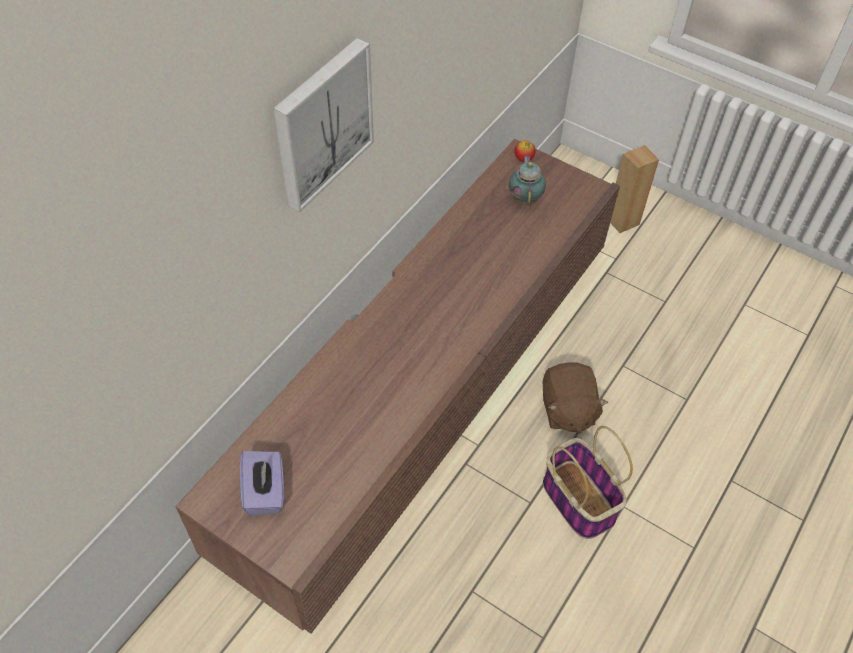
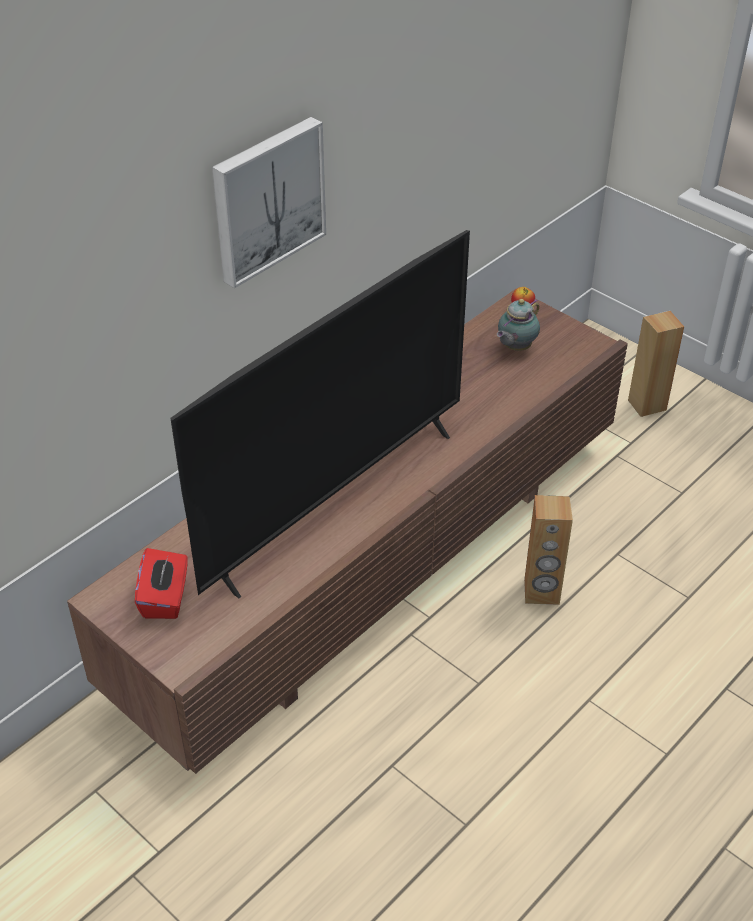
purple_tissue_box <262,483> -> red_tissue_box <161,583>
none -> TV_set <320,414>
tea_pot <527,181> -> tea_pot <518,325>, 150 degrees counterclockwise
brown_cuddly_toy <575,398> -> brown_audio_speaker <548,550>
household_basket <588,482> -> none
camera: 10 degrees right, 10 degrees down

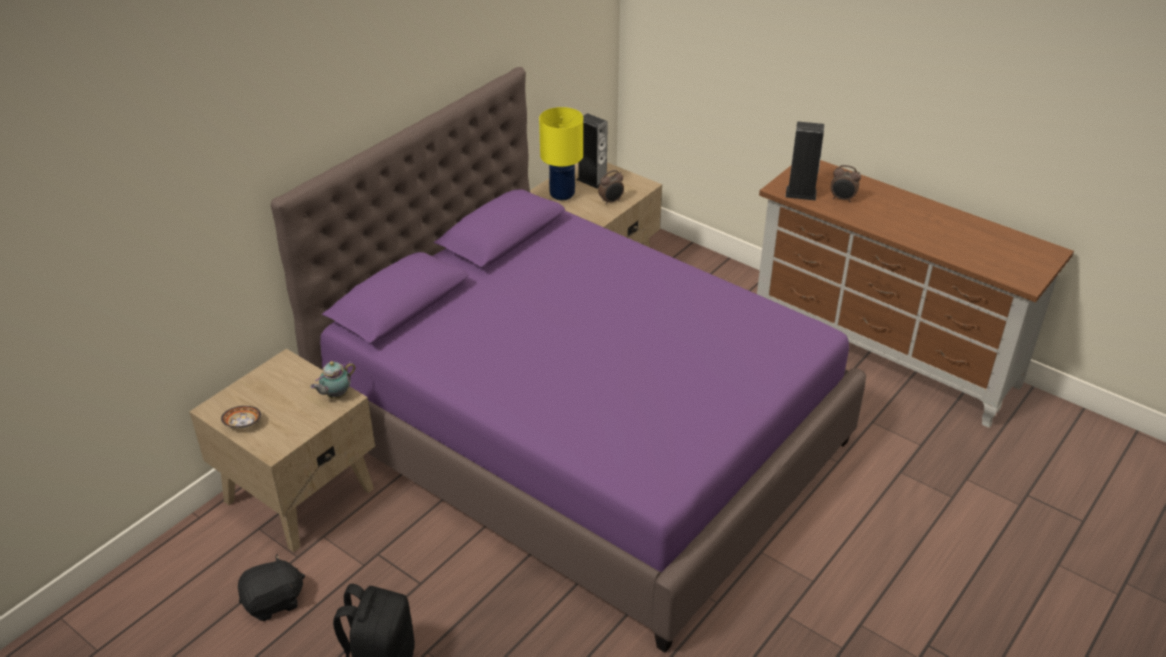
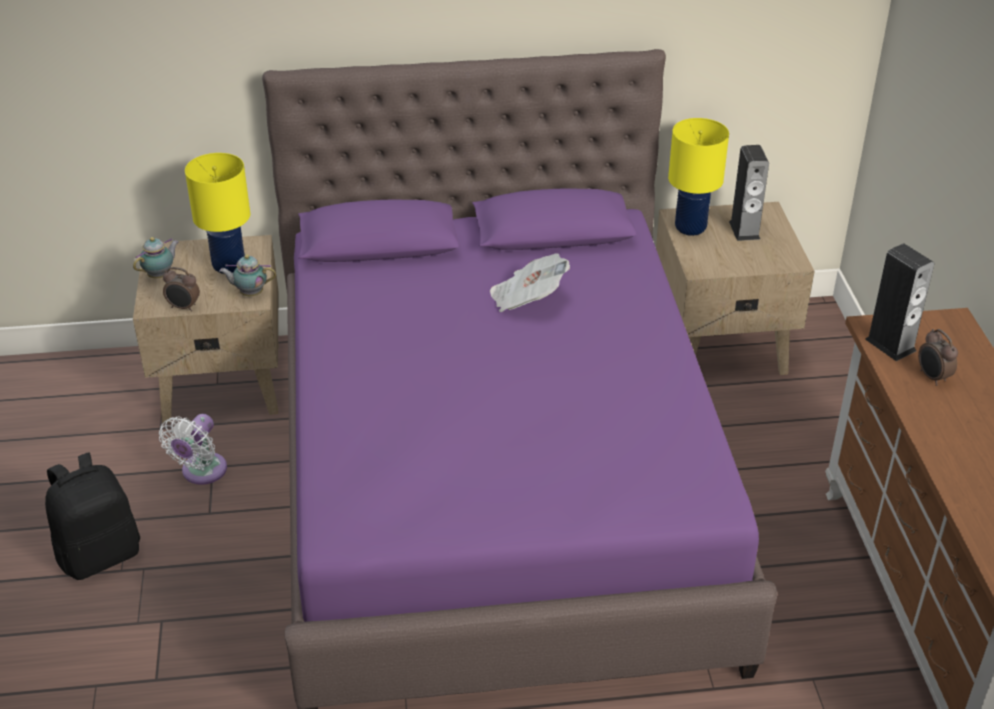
bowl <241,417> -> tea_pot <156,257>
none -> white-coloured_cooling_fan <193,449>
bedside_clock <611,187> -> bedside_clock <181,289>, move
none -> yellow_table_lamp <217,213>
none -> printed_paper <530,282>
blackish_cuddly_toy <271,587> -> none
camera: 45 degrees right, 0 degrees up

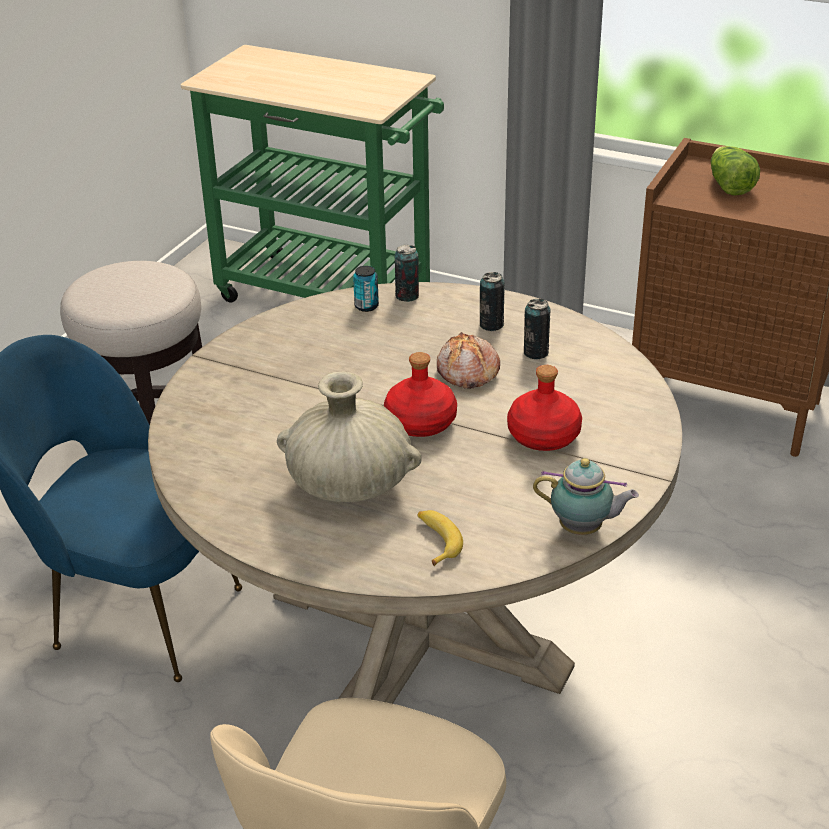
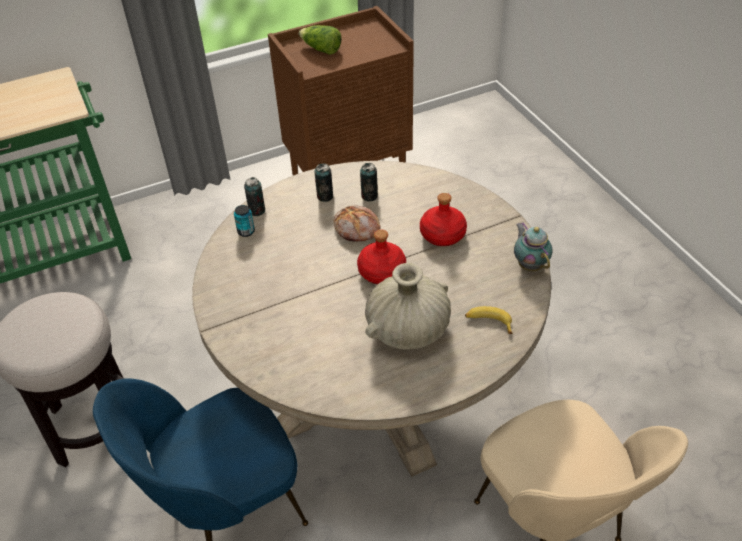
tea_pot <586,496> -> tea_pot <533,246>, 75 degrees counterclockwise
camera: 50 degrees left, 10 degrees up

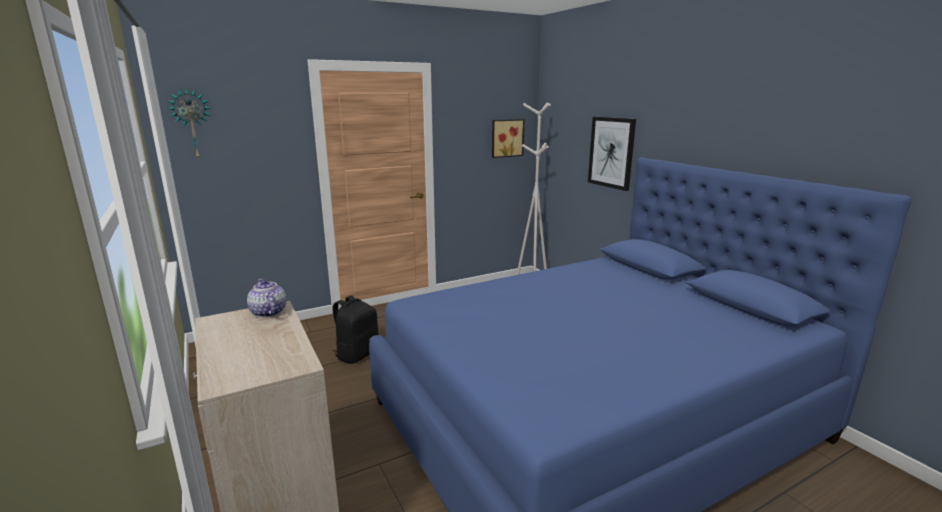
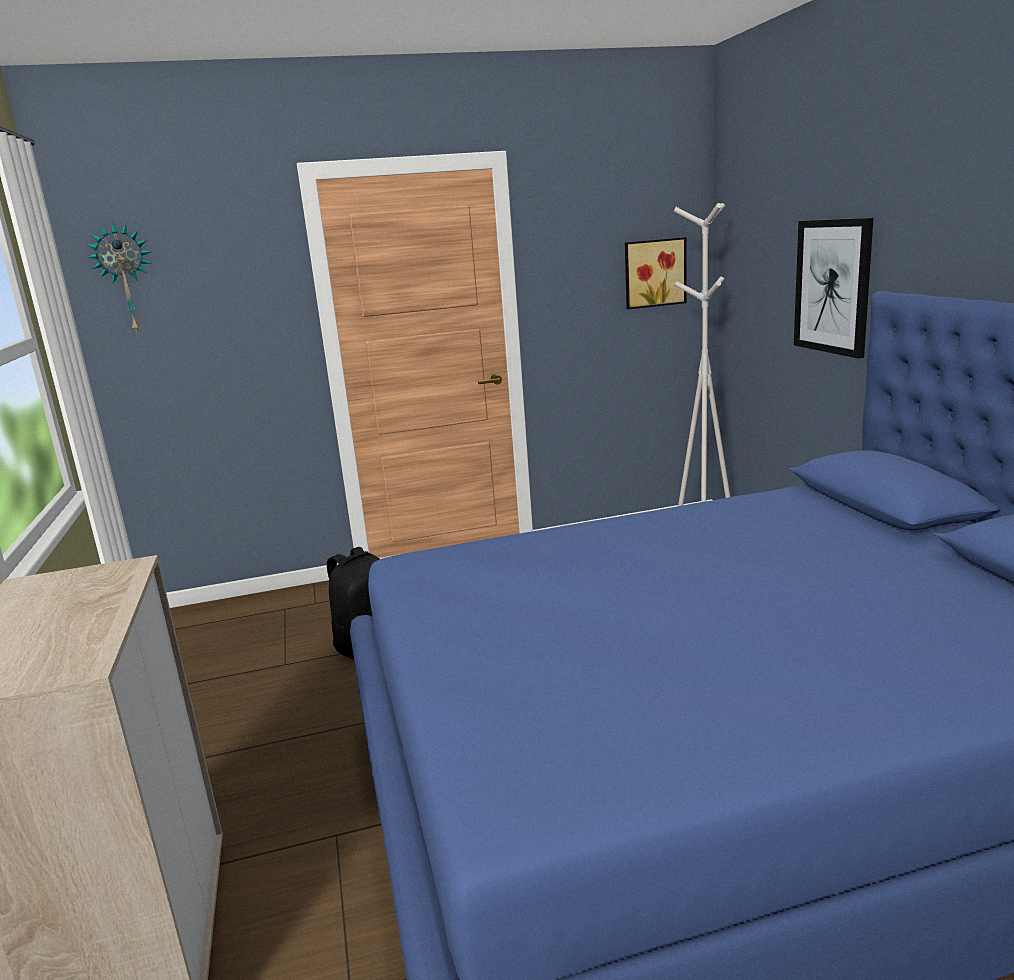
tea_pot <266,298> -> none
camera: 15 degrees right, 0 degrees up

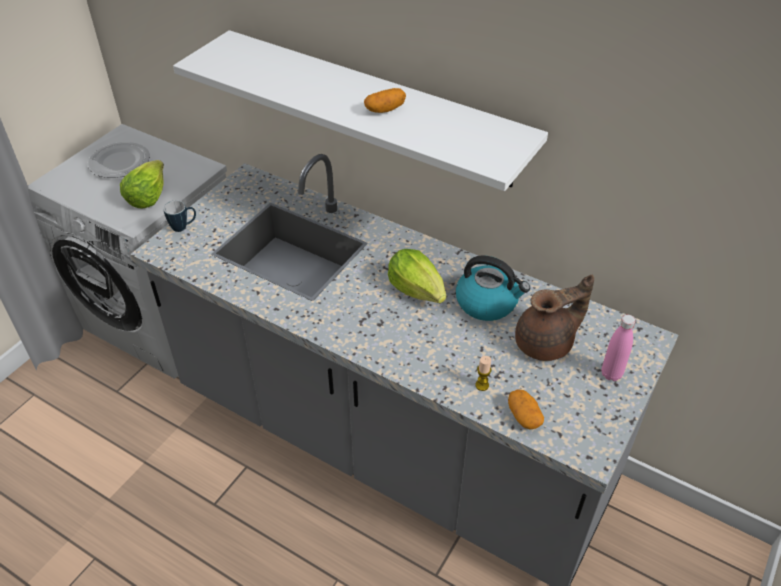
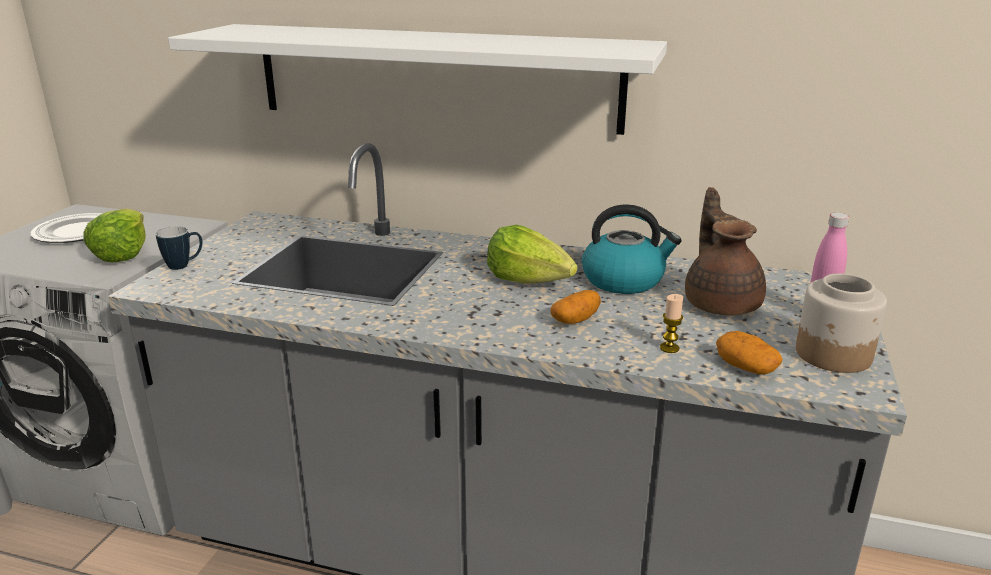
whole_potato <385,100> -> whole_potato <576,307>, move
brown_tea_pot <554,318> -> brown_tea_pot <725,251>, 60 degrees counterclockwise
none -> preserve_jar <841,323>
camera: 15 degrees left, 20 degrees down

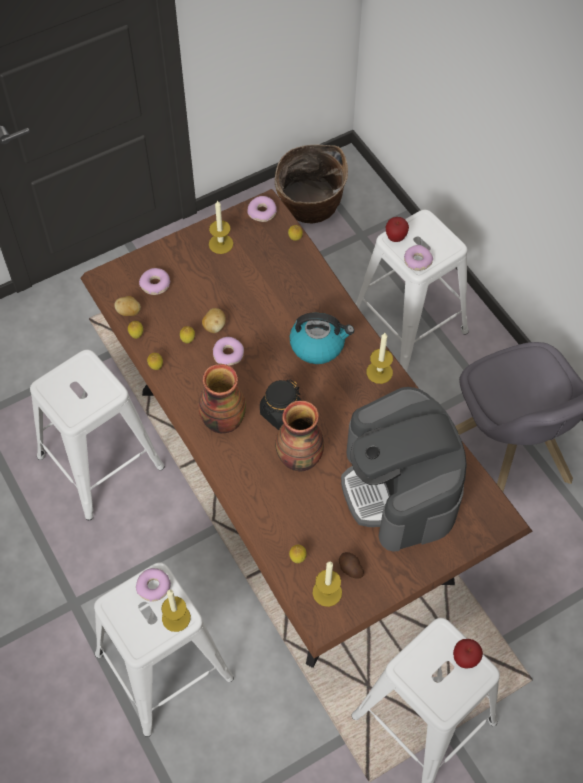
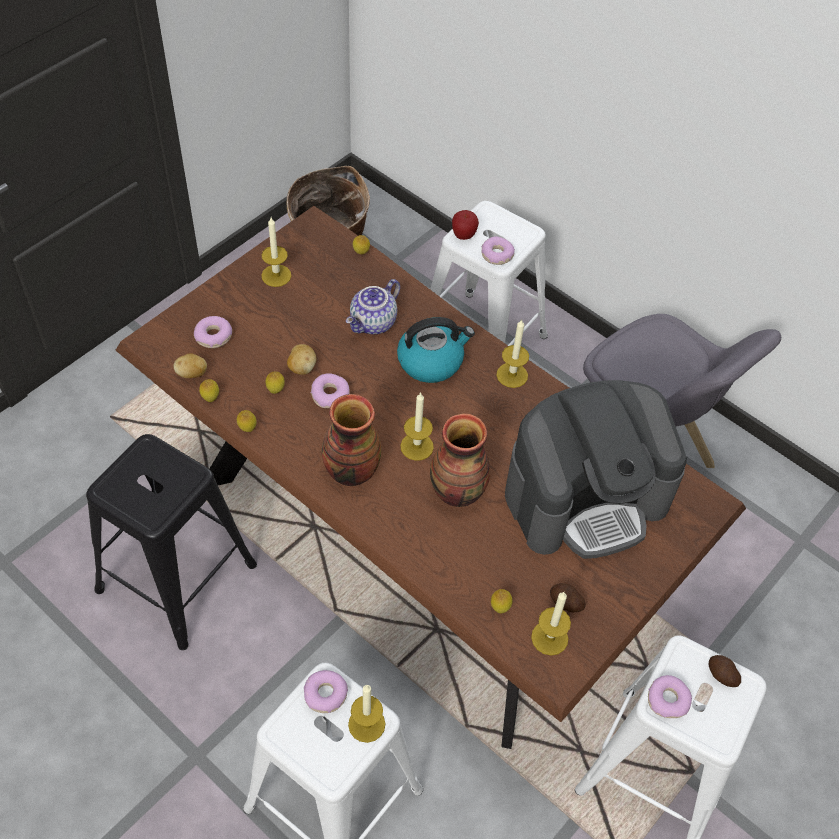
white-coloured_stool_seat <97,435> -> blackish_stool_seat <171,542>
none -> tea_pot <373,306>
blackish_preserve_jar <280,404> -> wax_candle <417,426>
coffee_maker <404,469> -> coffee_maker <596,469>, 75 degrees counterclockwise
doughnut <262,209> -> doughnut <670,696>, move
whole_apple <468,654> -> whole_potato <725,671>
camera: 20 degrees left, 5 degrees down

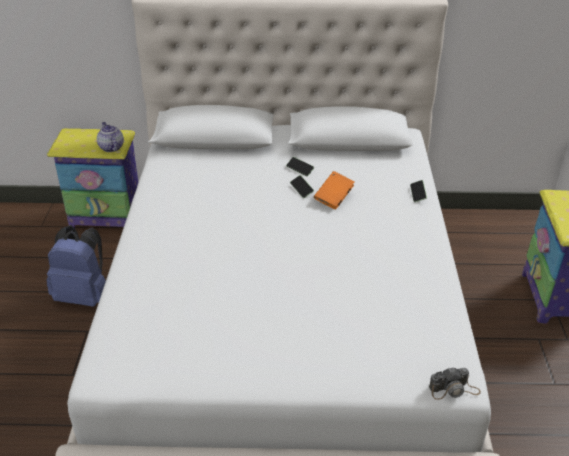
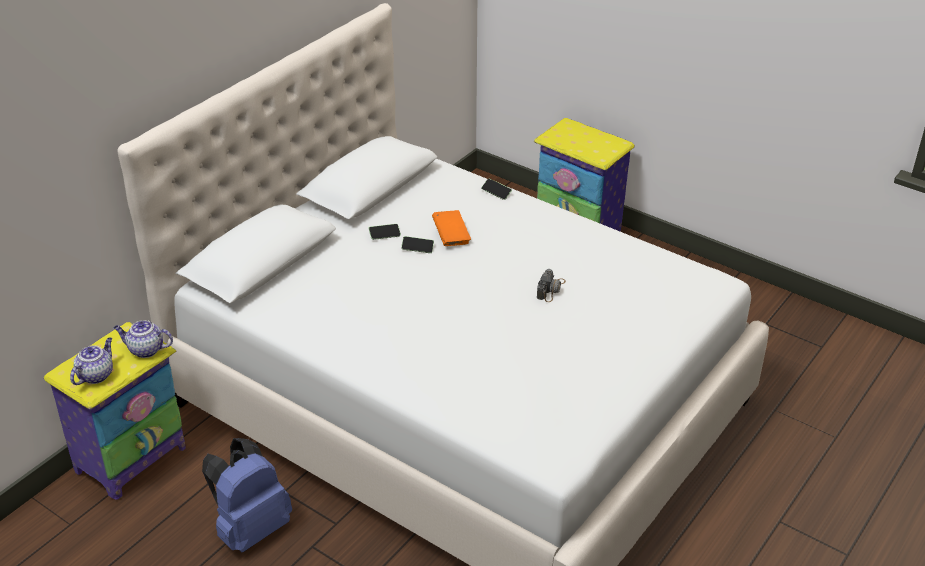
none -> tea_pot <91,361>
still_camera <455,384> -> still_camera <551,285>, move
camera: 55 degrees left, 0 degrees up

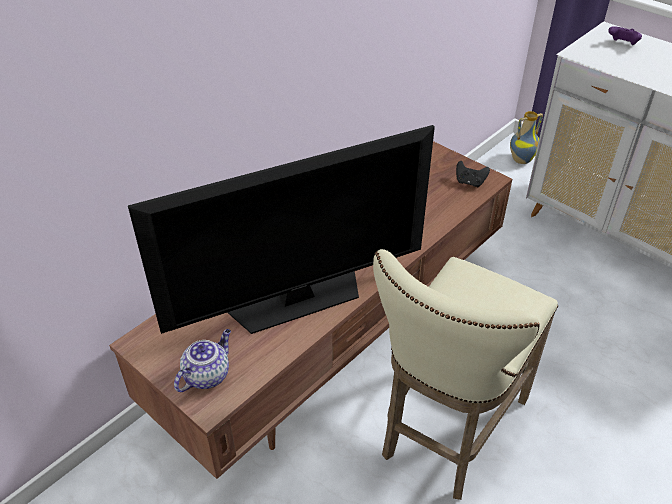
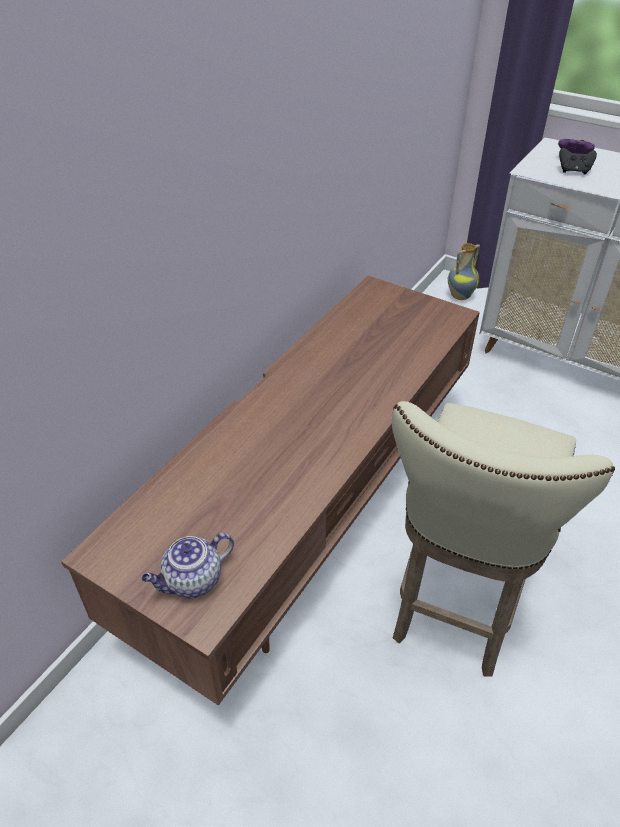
tea_pot <202,360> -> tea_pot <188,565>, 150 degrees counterclockwise
blackish_game_controller <473,174> -> blackish_game_controller <578,161>, move
TV_set <281,229> -> none
camera: 10 degrees left, 0 degrees up

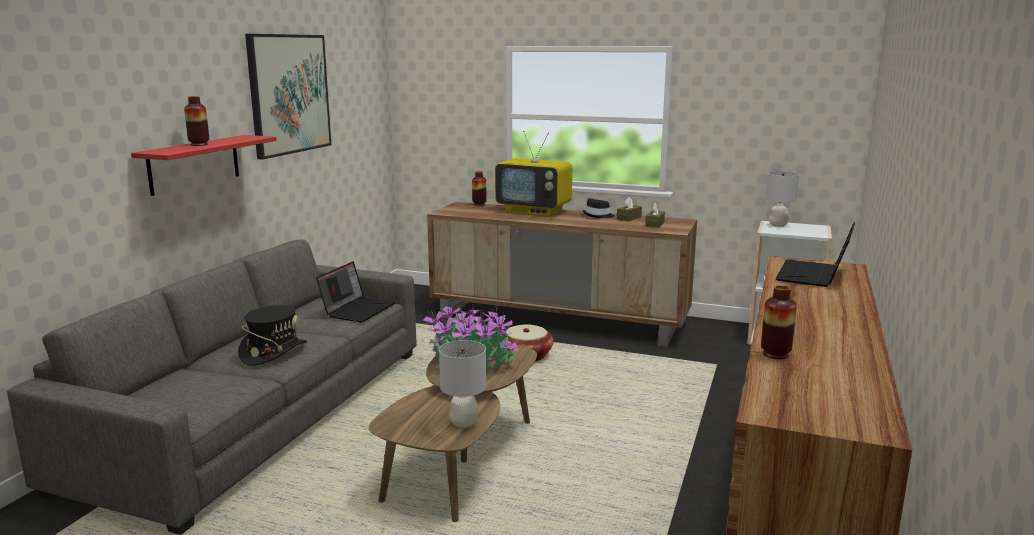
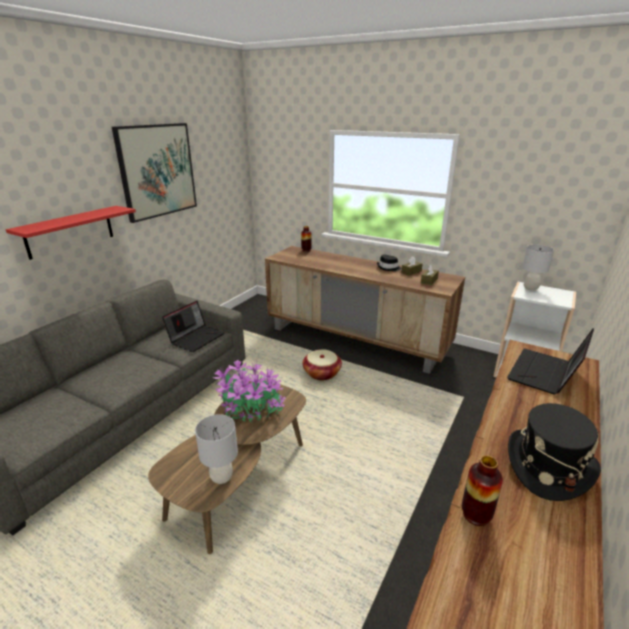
blackish_clothing_hat <272,335> -> blackish_clothing_hat <554,452>, move
vase <196,121> -> none
TV_set <533,174> -> none
camera: 10 degrees right, 10 degrees up

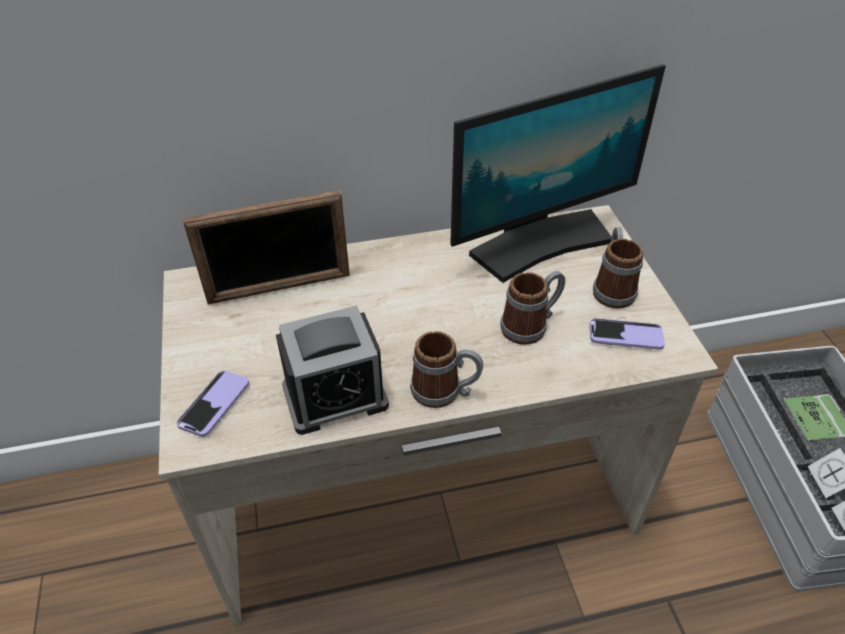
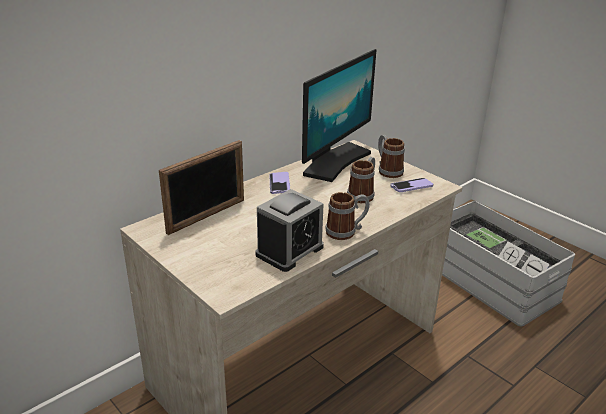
phone <212,404> -> phone <279,183>, move
camera: 30 degrees left, 15 degrees down

